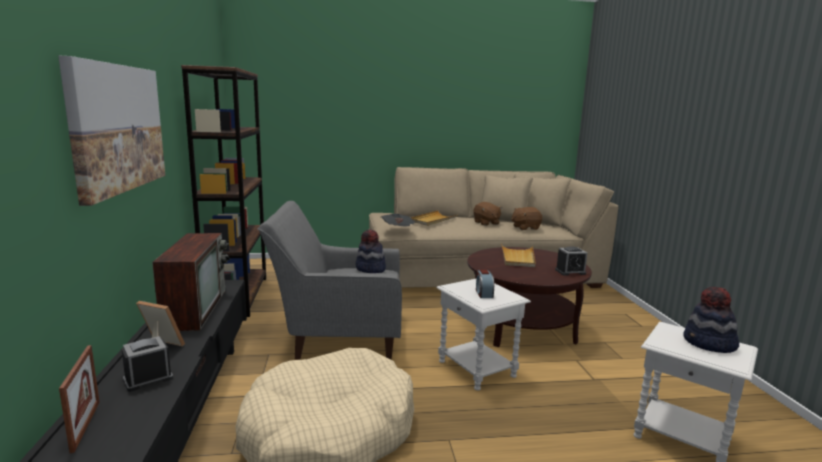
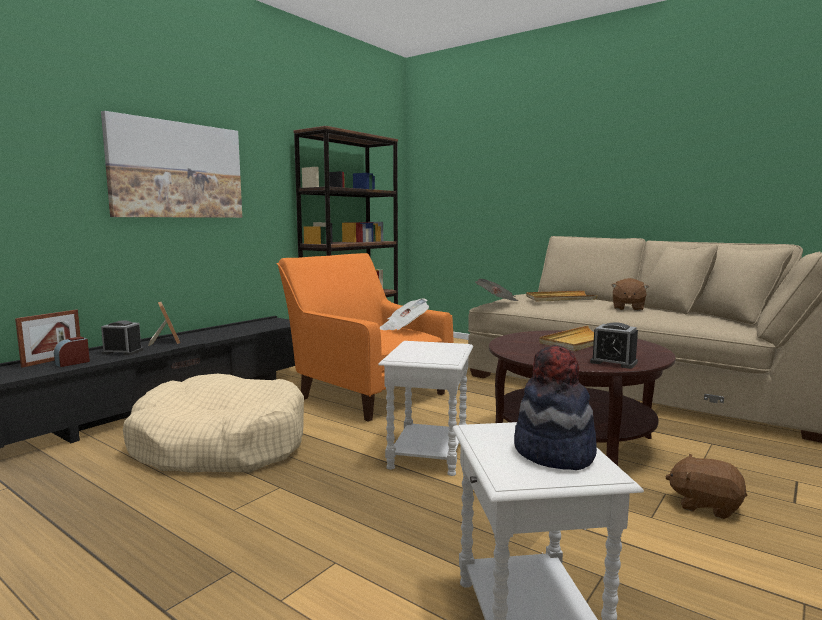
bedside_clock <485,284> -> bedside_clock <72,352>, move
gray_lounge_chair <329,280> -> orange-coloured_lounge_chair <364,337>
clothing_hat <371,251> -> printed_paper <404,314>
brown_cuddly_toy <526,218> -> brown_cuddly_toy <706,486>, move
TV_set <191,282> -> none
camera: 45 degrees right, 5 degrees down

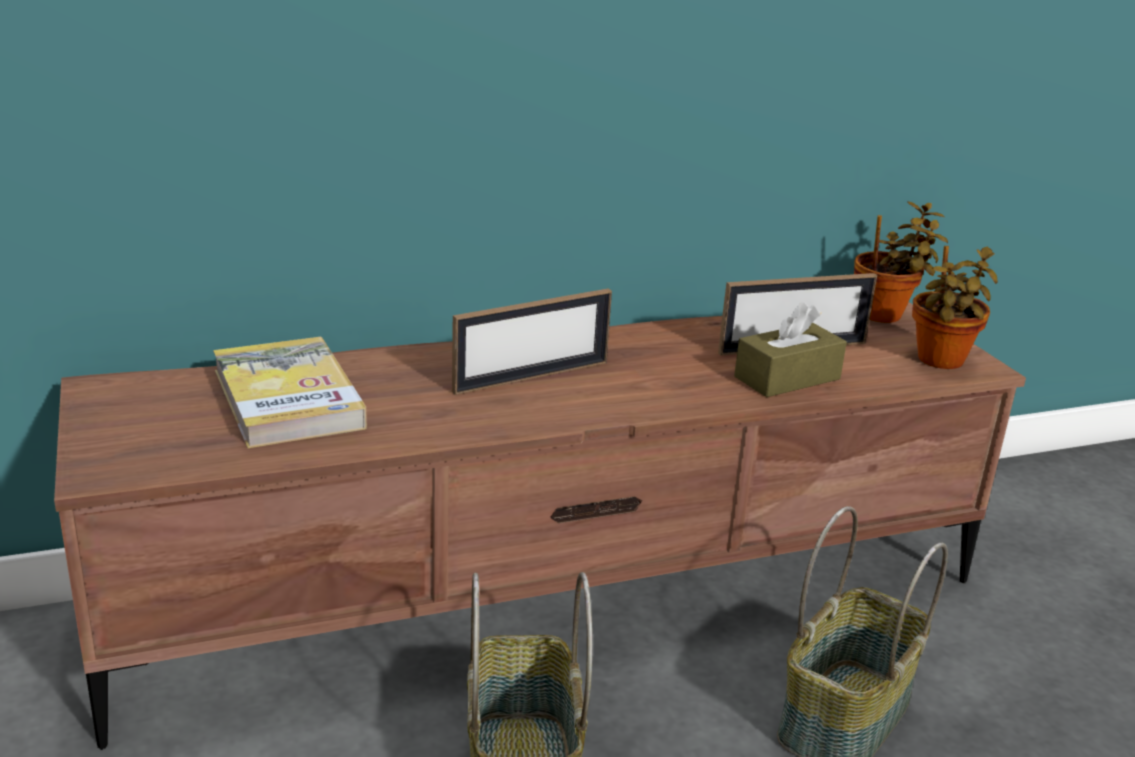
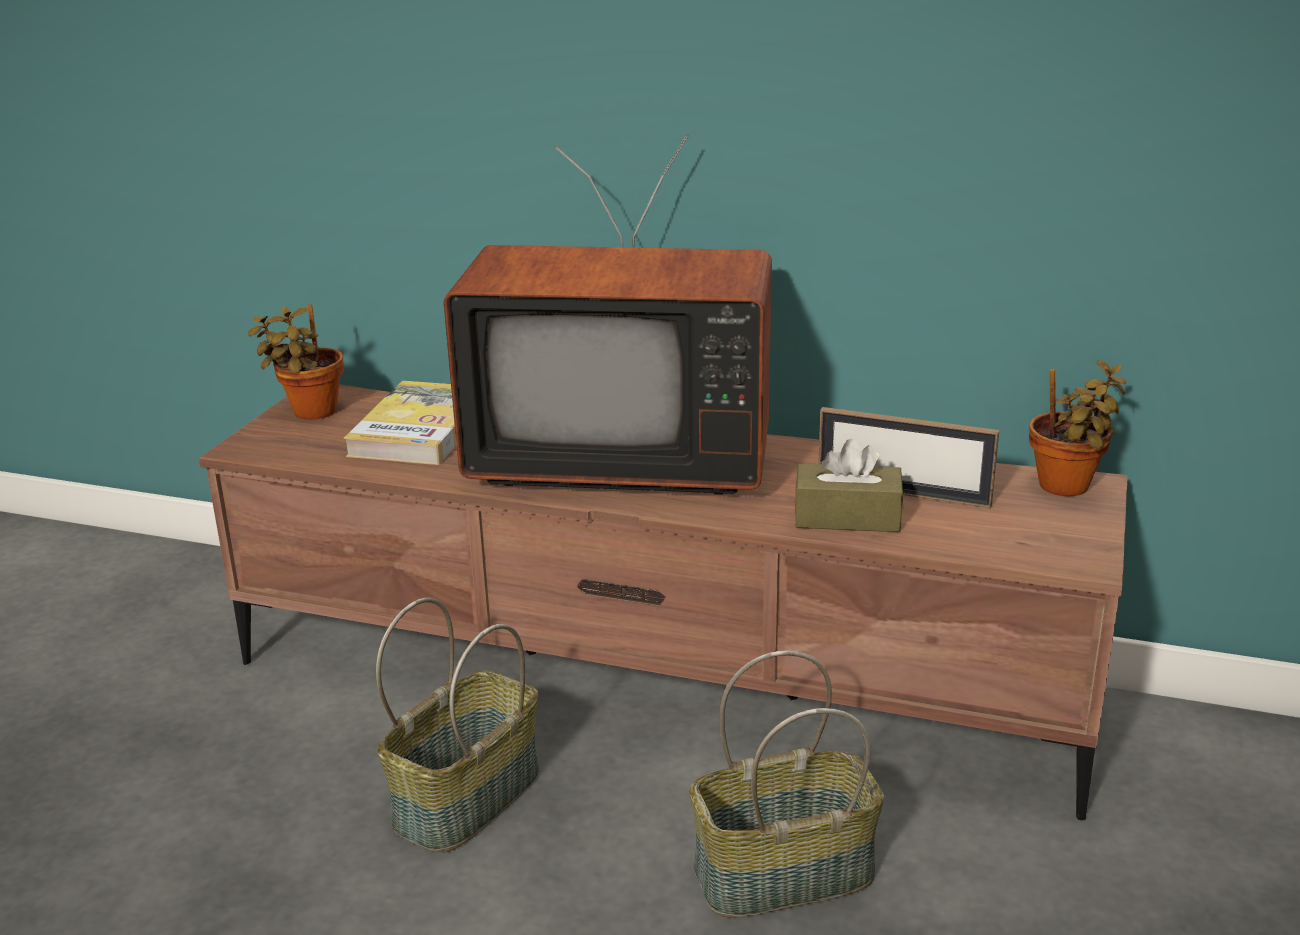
houseplant <955,307> -> houseplant <296,362>, move
standing_frame <532,342> -> TV_set <608,314>
camera: 40 degrees right, 0 degrees up

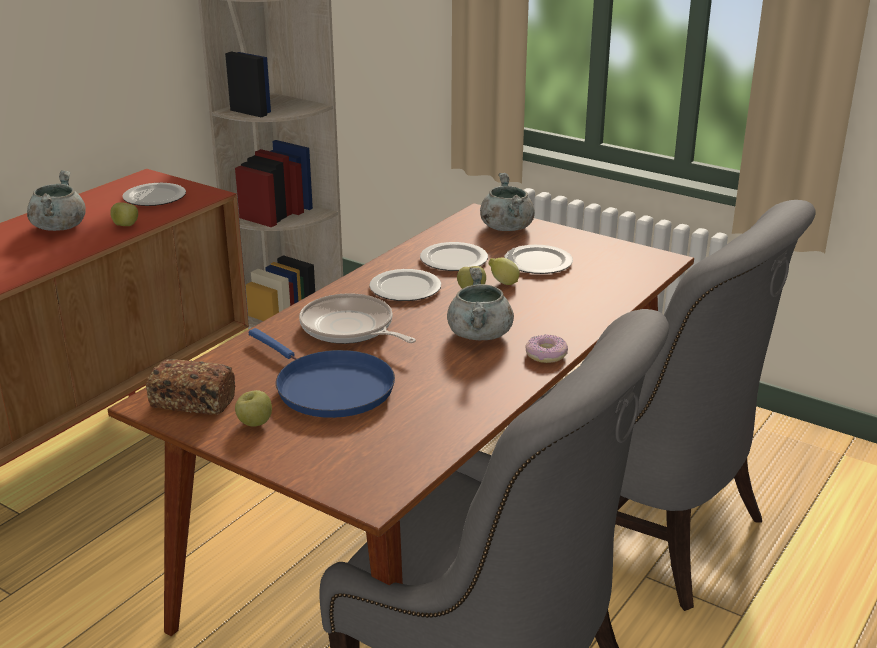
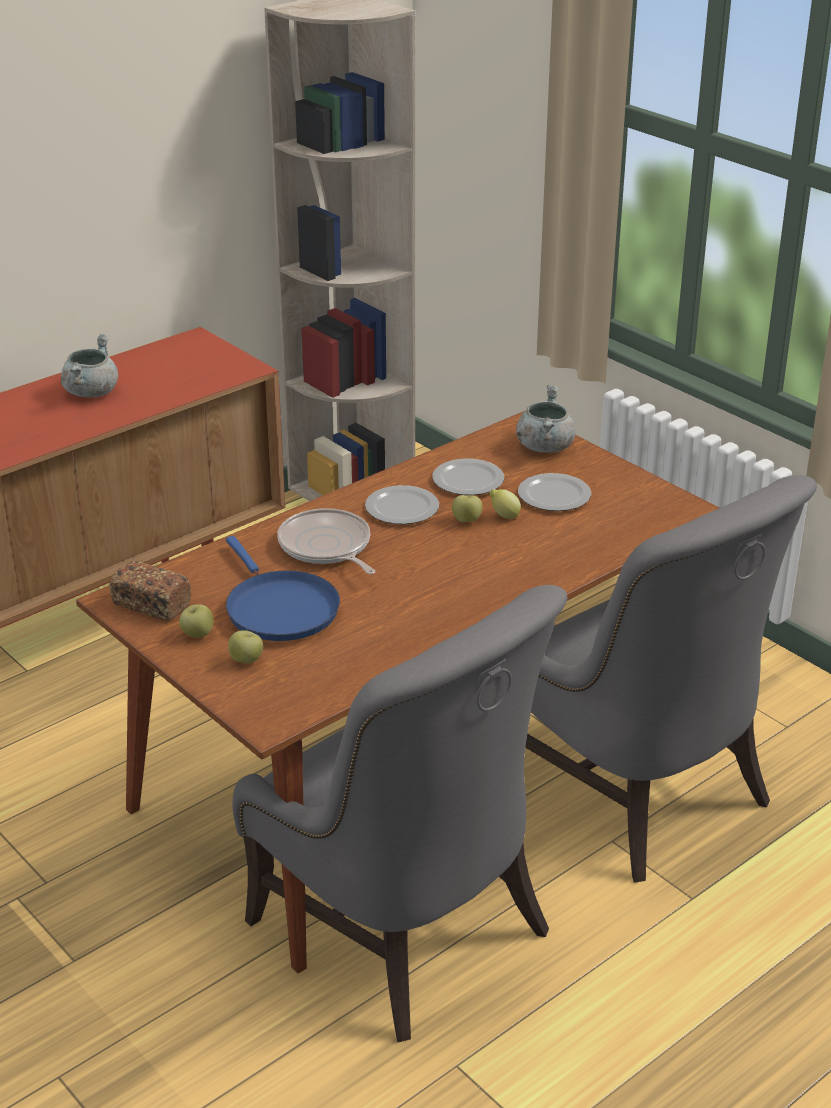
whole_apple <124,214> -> whole_apple <245,646>, move
flat_dish <154,194> -> none
gray_cooking_pot <480,304> -> none
doughnut <546,348> -> none
camera: 15 degrees right, 5 degrees up

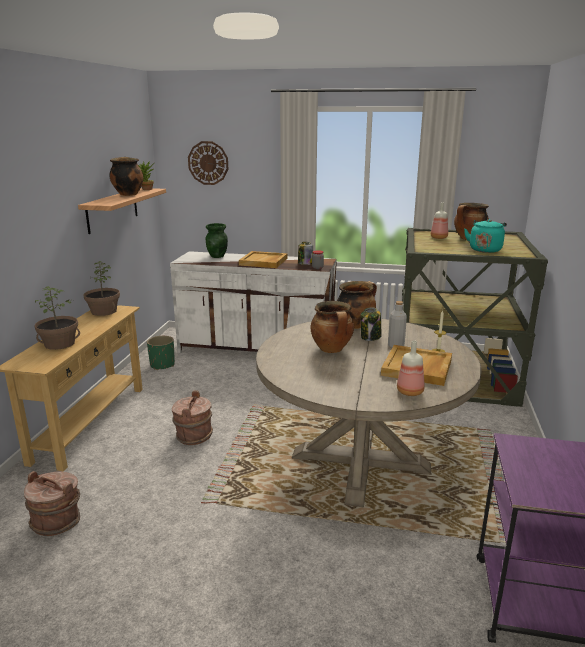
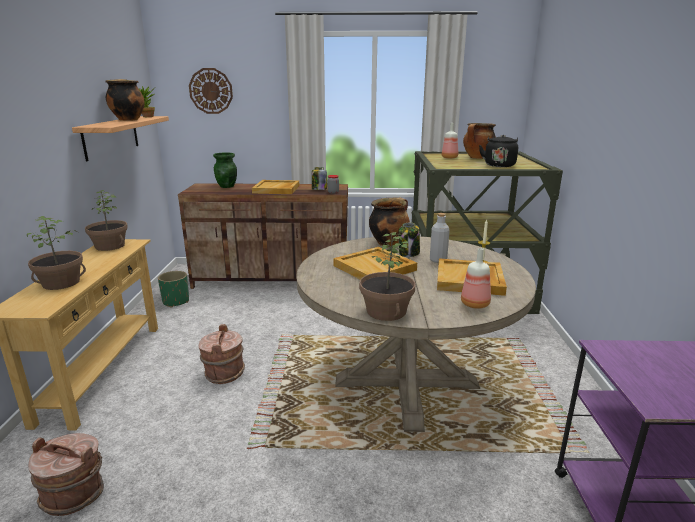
white-coloured_cabinet <253,302> -> brown_cabinet <263,236>
cooking_pot <332,327> -> beige_serving_tray <375,263>
none -> houseplant <387,276>
blue-green_kettle <485,236> -> blackish_kettle <498,151>
camera: 10 degrees left, 0 degrees up

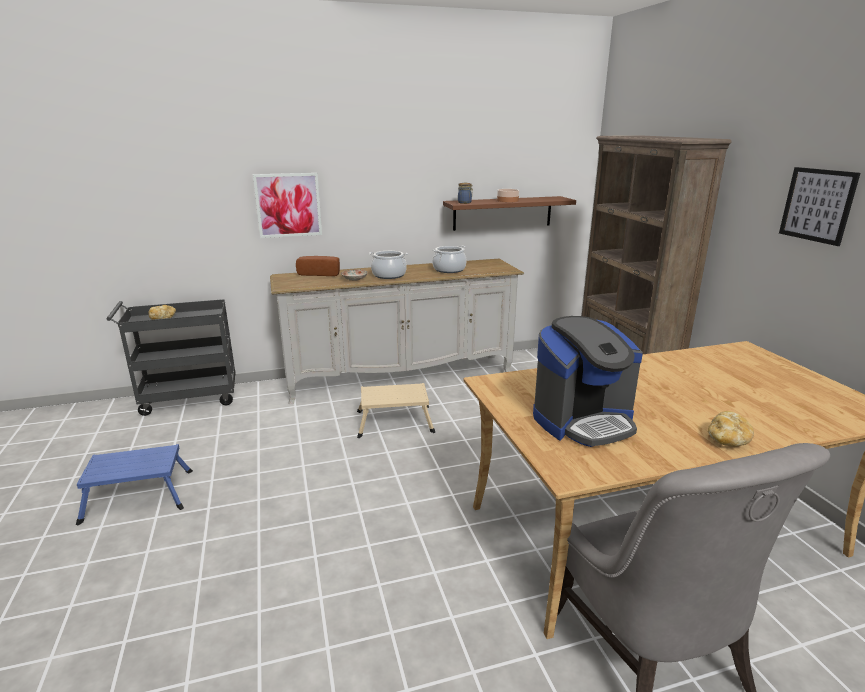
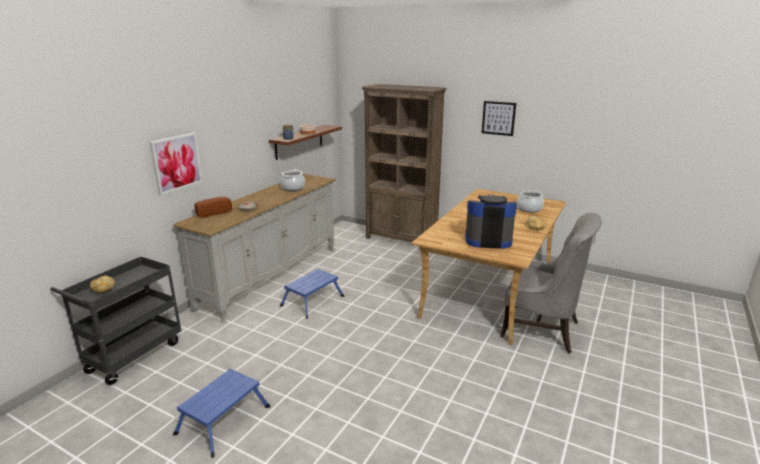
beige_step_stool <396,410> -> blue_step_stool <312,294>
coffee_maker <588,381> -> coffee_maker <491,221>, 105 degrees counterclockwise
cooking_pot <388,265> -> cooking_pot <530,201>, move
camera: 45 degrees left, 0 degrees up

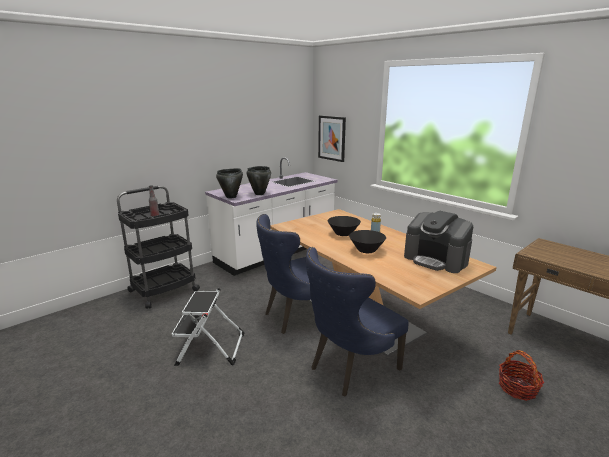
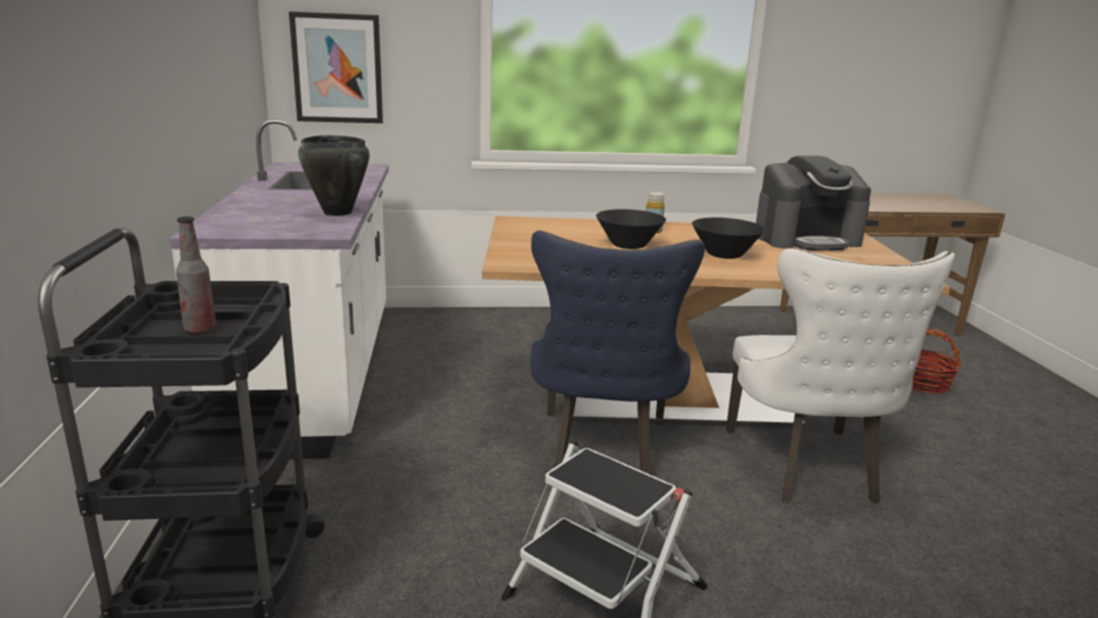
blue_plain_chair <357,322> -> white-coloured_plain_chair <840,376>
blackish_cooking_pot <229,183> -> none
camera: 55 degrees left, 0 degrees up

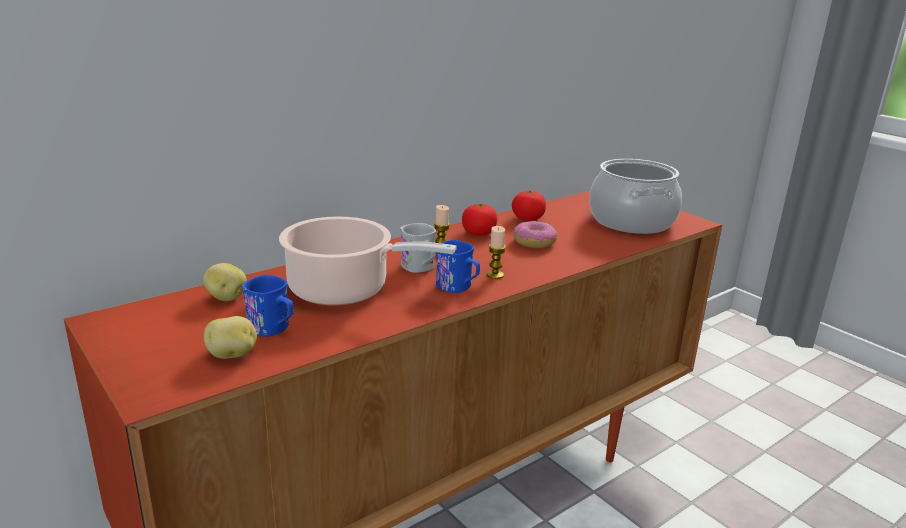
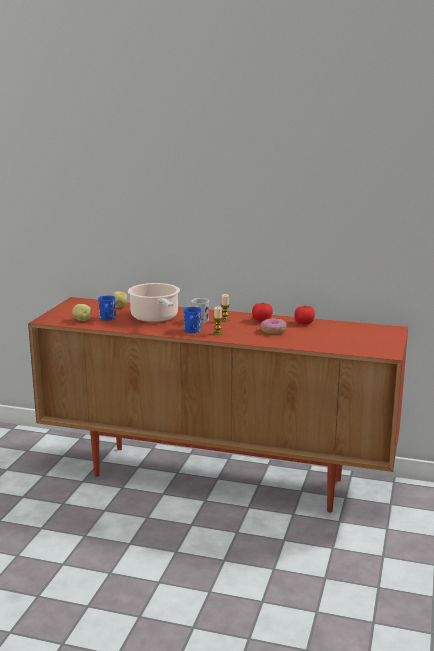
cooking_pot <635,196> -> none
camera: 55 degrees right, 5 degrees down

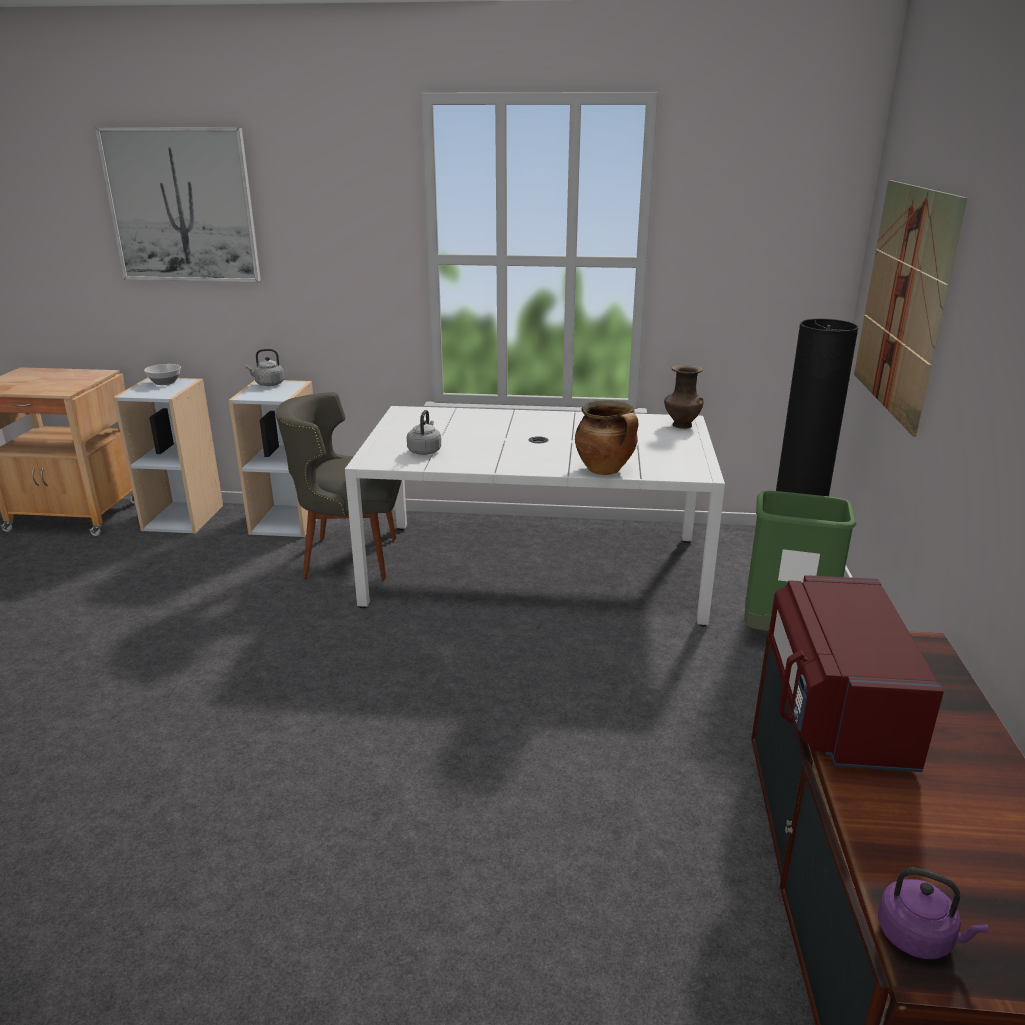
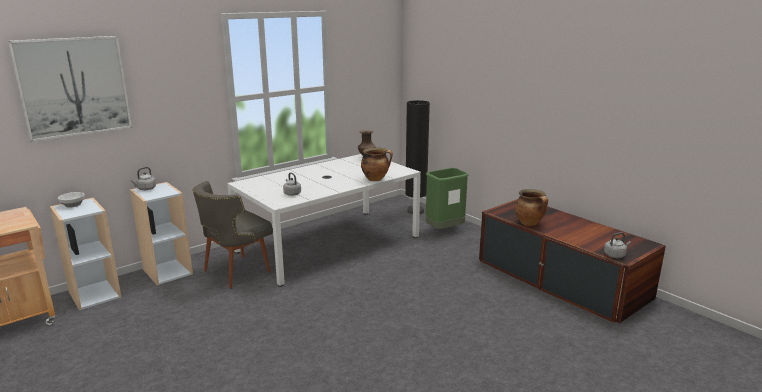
red_microwave_oven <856,673> -> cooking_pot <531,207>
purple_kettle <933,913> -> gray_kettle <617,245>
wall_picture <910,308> -> none
camera: 45 degrees left, 5 degrees down

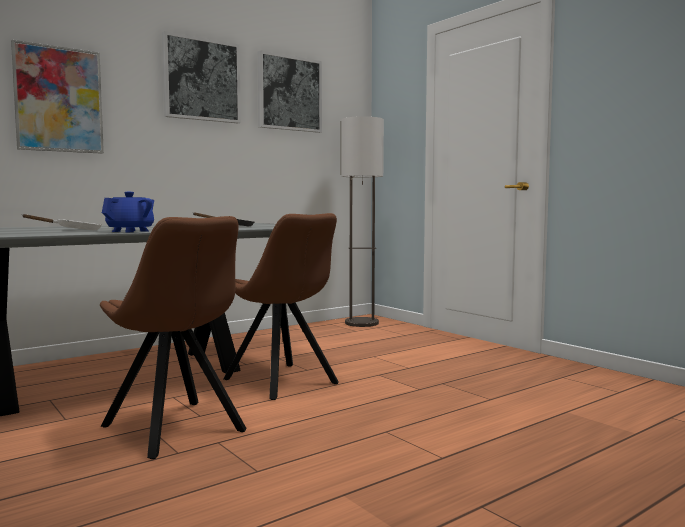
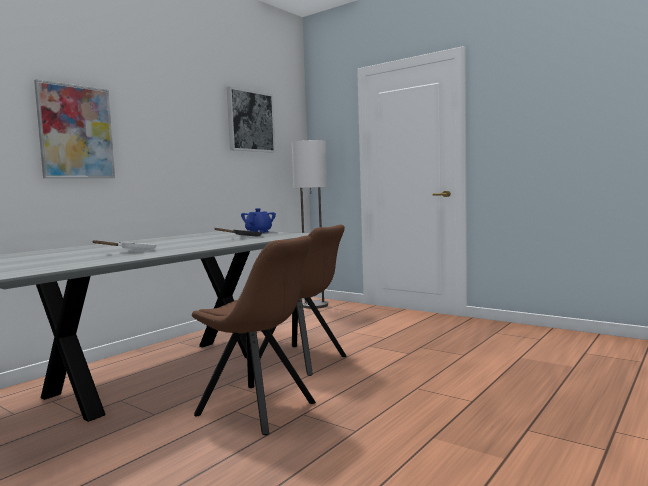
blue_tea_pot <128,212> -> blue_tea_pot <258,220>, move
wall_picture <201,77> -> none
camera: 15 degrees left, 0 degrees up

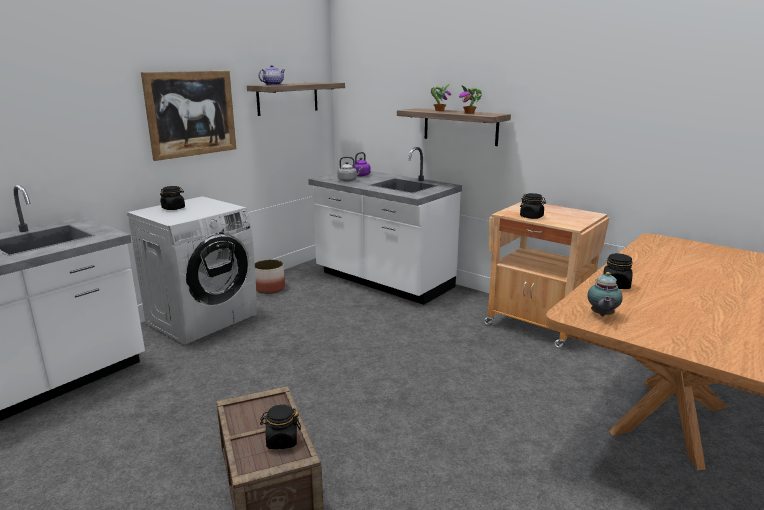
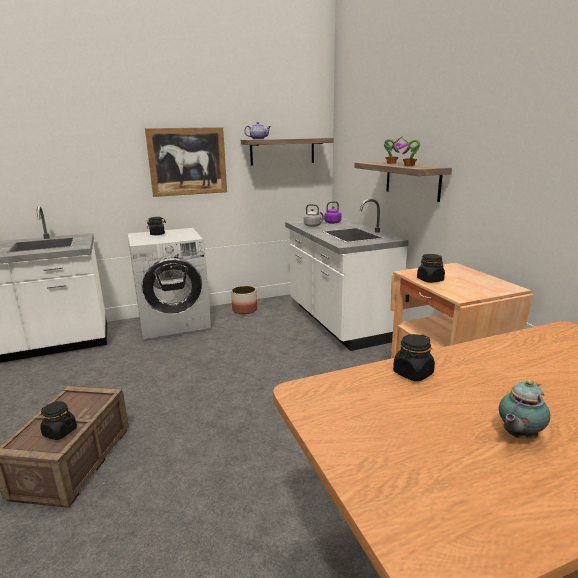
tea_pot <605,294> -> tea_pot <524,409>, move
camera: 30 degrees right, 0 degrees up

